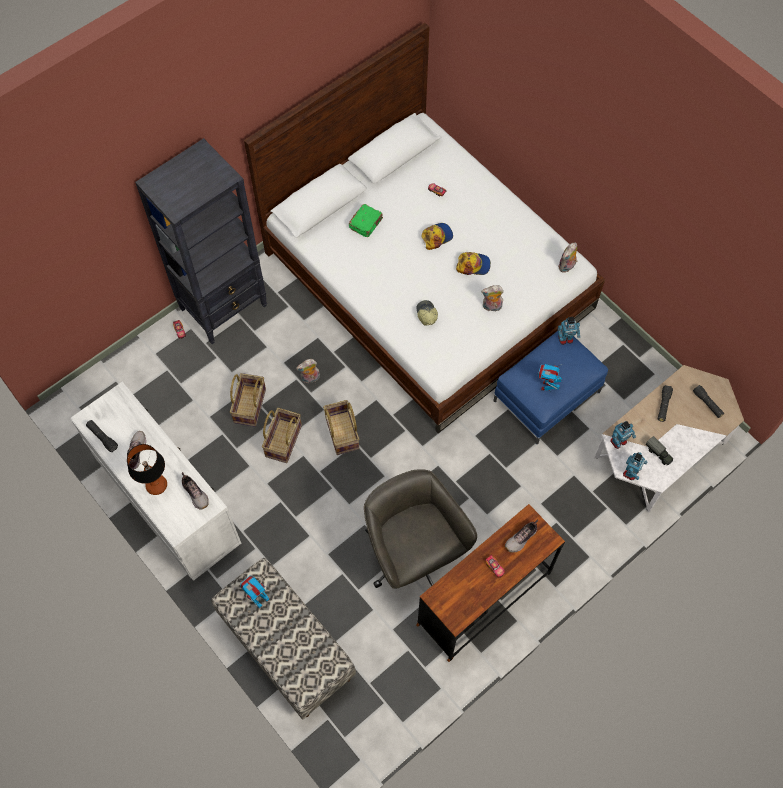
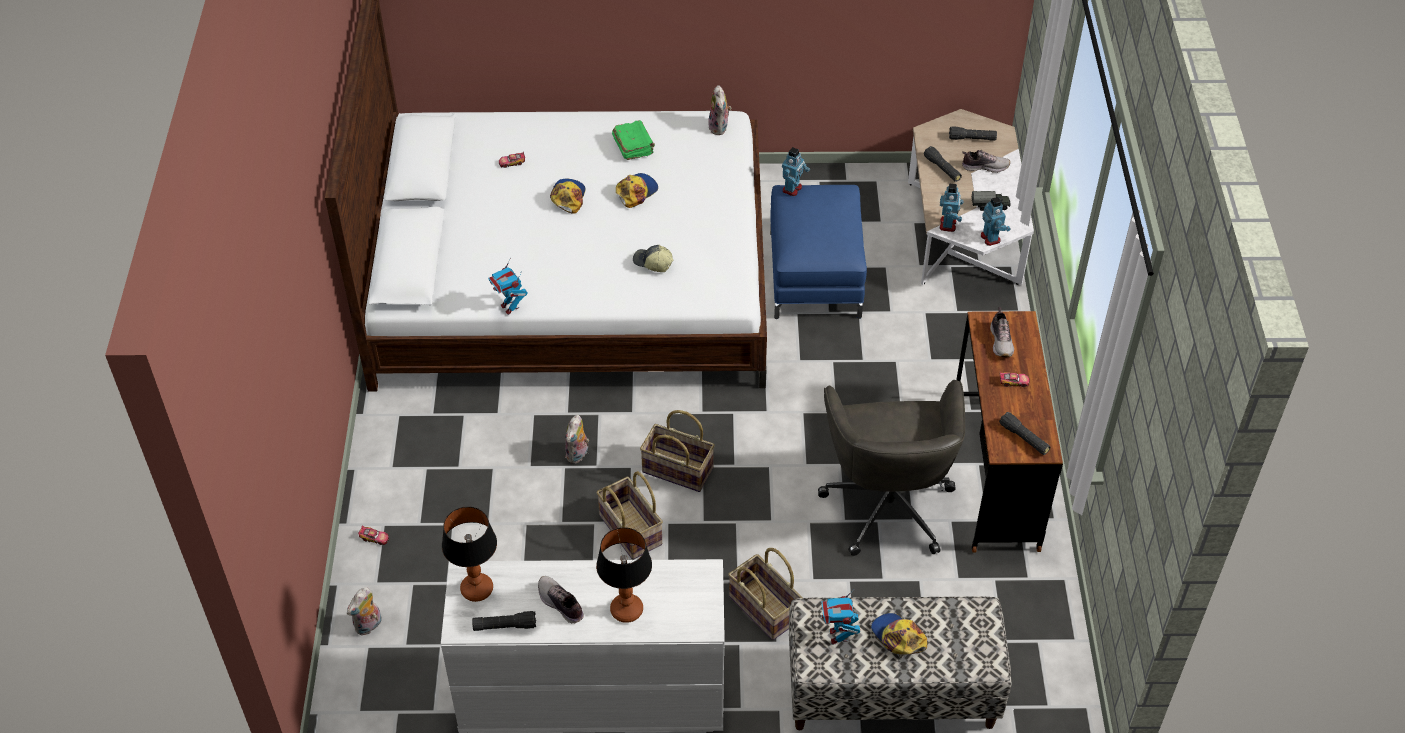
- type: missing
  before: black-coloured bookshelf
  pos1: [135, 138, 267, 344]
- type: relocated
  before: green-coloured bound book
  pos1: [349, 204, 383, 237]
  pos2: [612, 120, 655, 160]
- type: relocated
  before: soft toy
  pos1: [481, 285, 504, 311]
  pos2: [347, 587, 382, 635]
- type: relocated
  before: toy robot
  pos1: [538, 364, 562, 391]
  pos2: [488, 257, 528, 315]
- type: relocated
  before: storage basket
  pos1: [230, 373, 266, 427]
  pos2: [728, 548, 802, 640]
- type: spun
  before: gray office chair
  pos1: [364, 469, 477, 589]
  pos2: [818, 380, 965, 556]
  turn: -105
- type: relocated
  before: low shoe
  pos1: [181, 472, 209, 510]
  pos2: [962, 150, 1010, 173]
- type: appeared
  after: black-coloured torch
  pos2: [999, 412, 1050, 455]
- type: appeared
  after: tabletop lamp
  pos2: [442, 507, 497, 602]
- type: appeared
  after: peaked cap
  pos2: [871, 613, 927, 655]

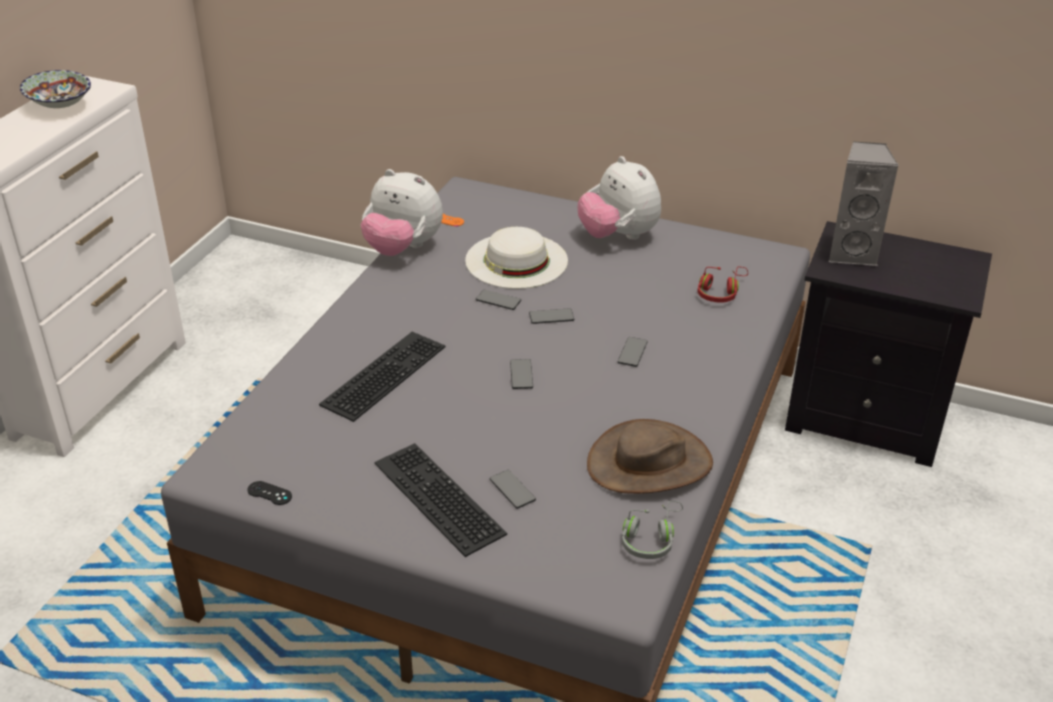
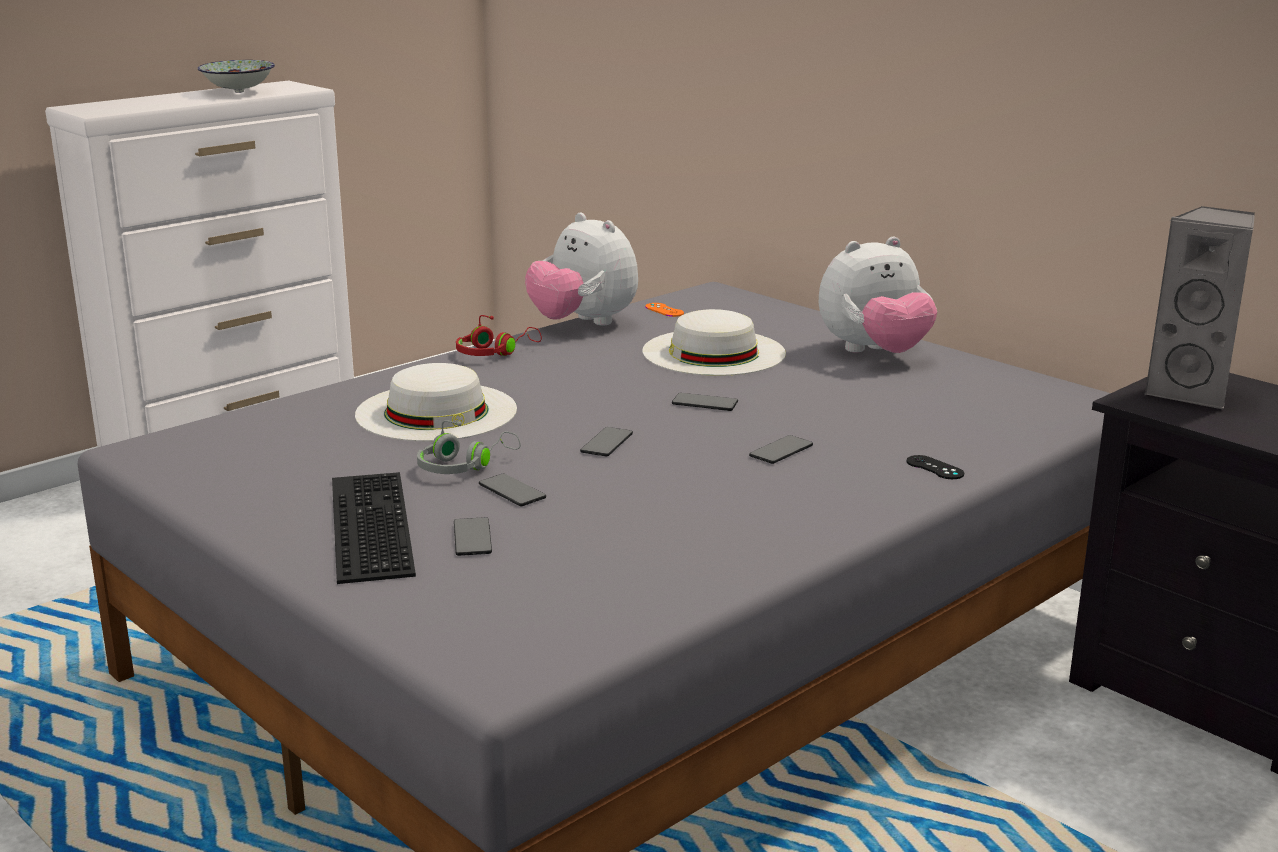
- type: spun
  before: soft toy
  pos1: [577, 156, 661, 240]
  pos2: [819, 236, 937, 353]
  turn: -105
- type: relocated
  before: red pair of headphones
  pos1: [697, 266, 748, 303]
  pos2: [456, 315, 542, 356]
- type: relocated
  before: handset
  pos1: [476, 290, 521, 310]
  pos2: [479, 473, 546, 506]
- type: exchanged
  before: PC keyboard
  after: whitish wearable hat
  pos1: [319, 332, 445, 422]
  pos2: [355, 363, 517, 441]
- type: missing
  before: brown wearable hat
  pos1: [587, 419, 713, 494]
- type: relocated
  before: black-coloured joypad
  pos1: [247, 481, 292, 505]
  pos2: [906, 455, 964, 479]
- type: relocated
  before: gray pair of headphones
  pos1: [622, 501, 683, 559]
  pos2: [417, 420, 521, 474]

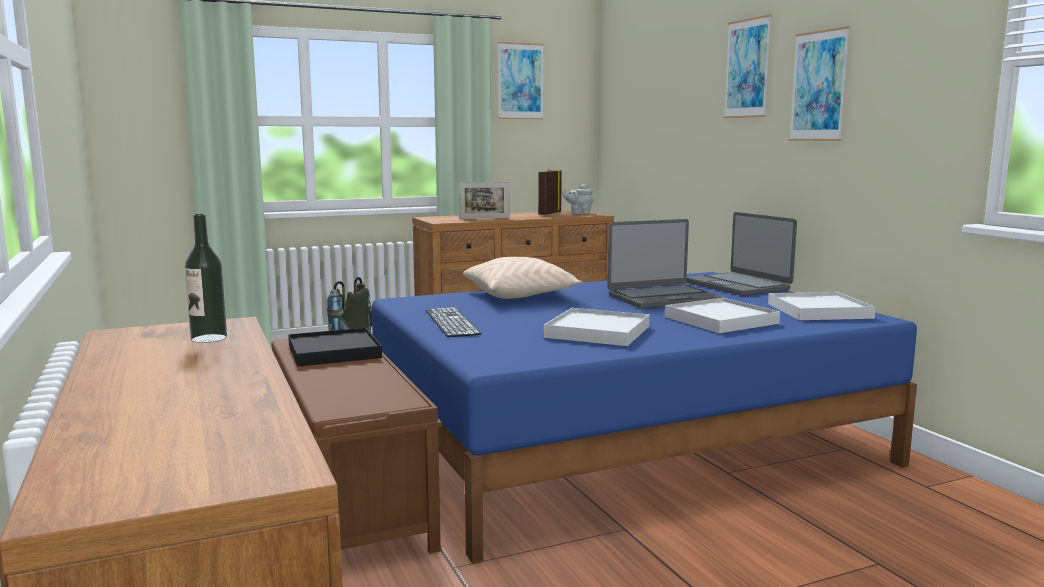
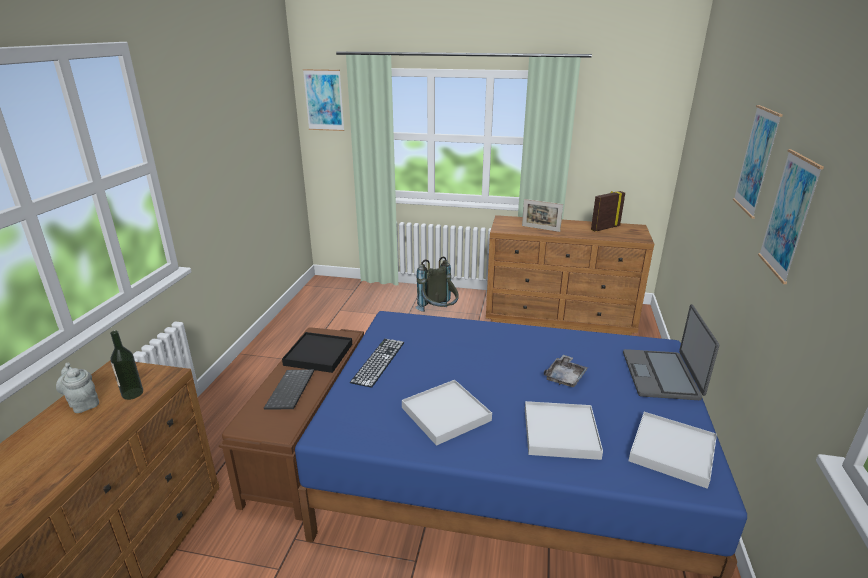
- type: relocated
  before: wall picture
  pos1: [498, 42, 544, 119]
  pos2: [303, 69, 344, 131]
- type: relocated
  before: gray pot for tea
  pos1: [562, 184, 593, 214]
  pos2: [56, 363, 99, 413]
- type: exchanged
  before: laptop
  after: gray tray
  pos1: [607, 219, 723, 309]
  pos2: [544, 354, 588, 387]
- type: missing
  before: beige throw pillow
  pos1: [463, 257, 582, 299]
- type: appeared
  after: PC keyboard
  pos2: [264, 369, 314, 410]

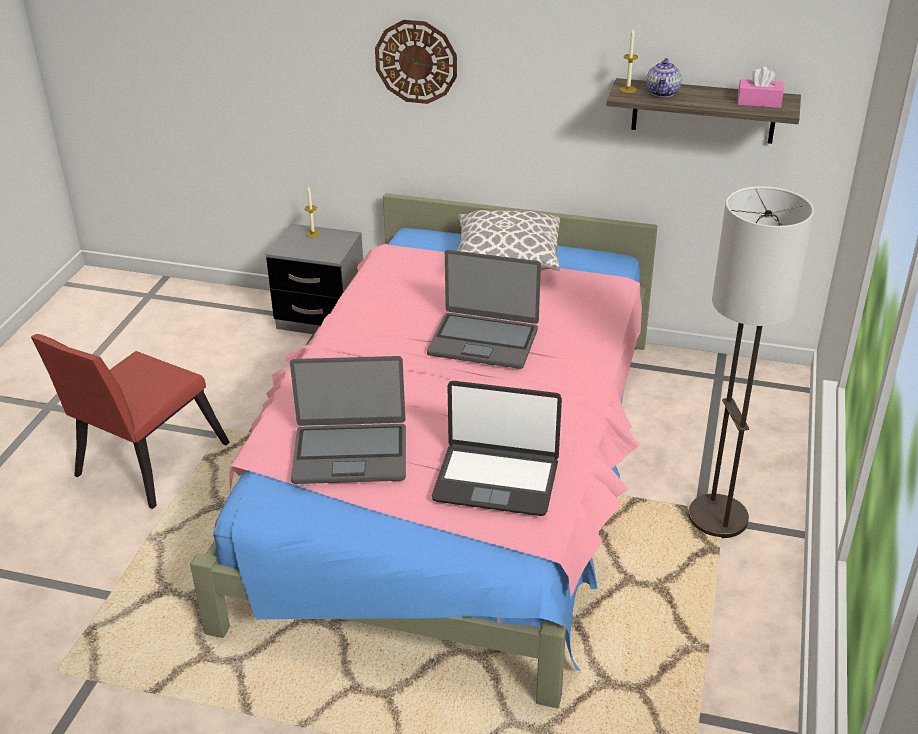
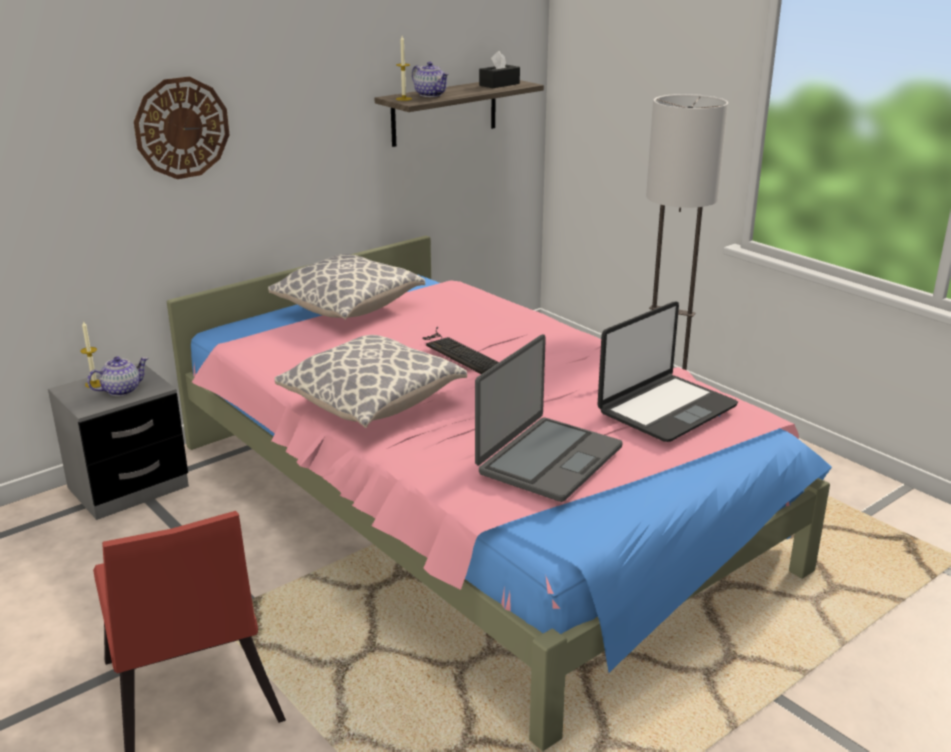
- type: colour
  before: pink-coloured tissue holder
  after: black-coloured tissue holder
  pos1: [738, 67, 784, 108]
  pos2: [479, 51, 520, 88]
- type: exchanged
  before: laptop
  after: PC keyboard
  pos1: [427, 250, 541, 369]
  pos2: [422, 327, 499, 374]
- type: appeared
  after: throw pillow
  pos2: [275, 335, 467, 428]
- type: appeared
  after: pot for tea
  pos2: [87, 356, 149, 396]

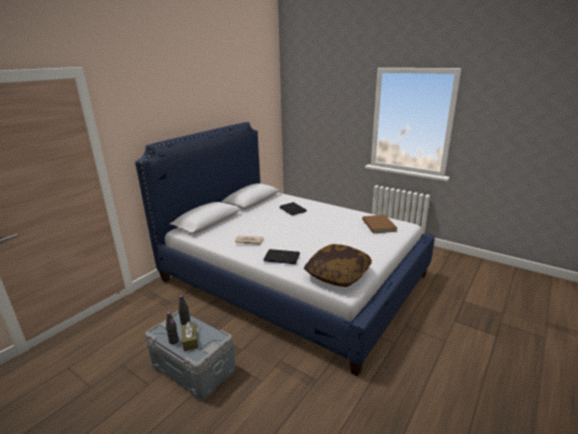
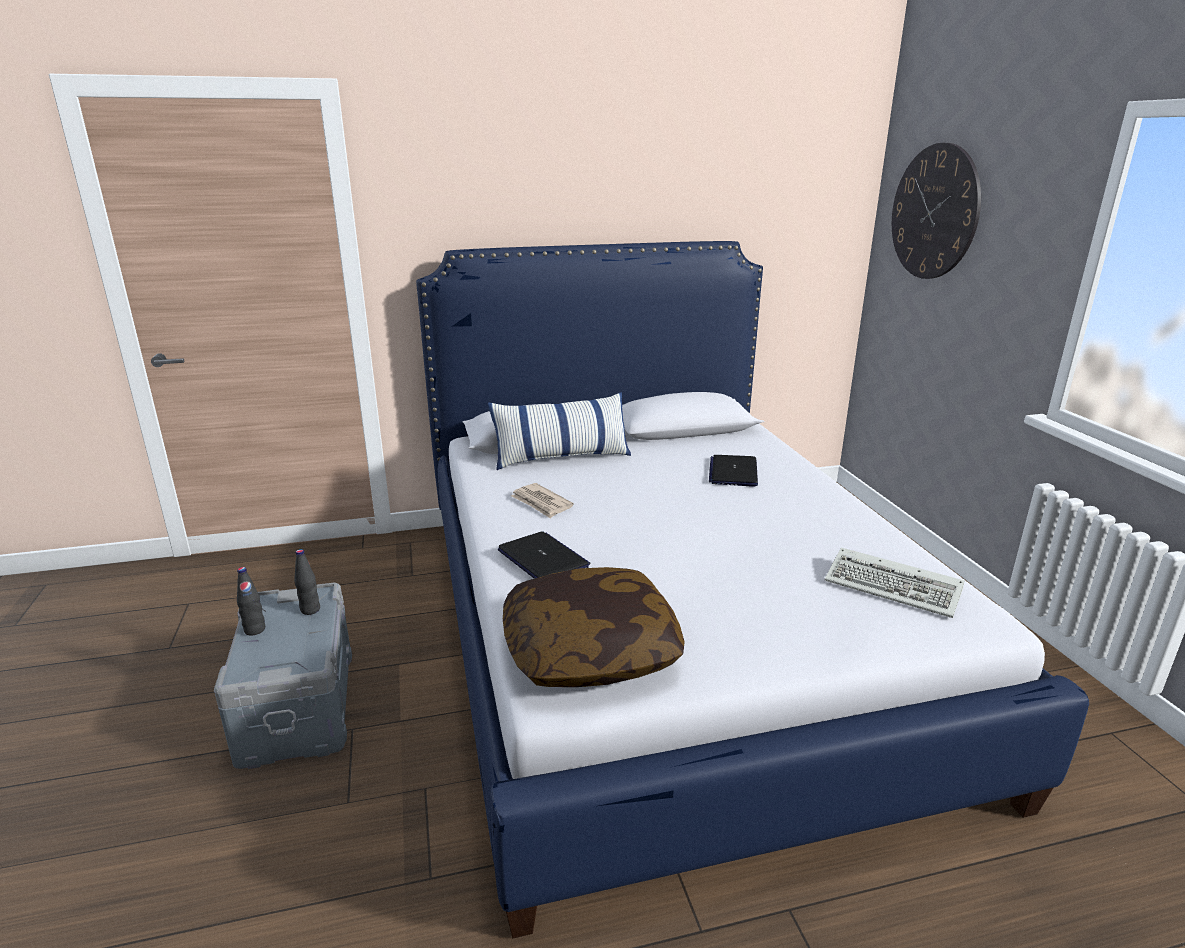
- type: exchanged
  before: brown bound book
  after: PC keyboard
  pos1: [362, 215, 397, 233]
  pos2: [825, 547, 965, 618]
- type: missing
  before: brown tissue holder
  pos1: [181, 322, 198, 351]
- type: appeared
  after: hanging clock
  pos2: [892, 143, 981, 279]
- type: appeared
  after: throw pillow
  pos2: [488, 392, 631, 470]

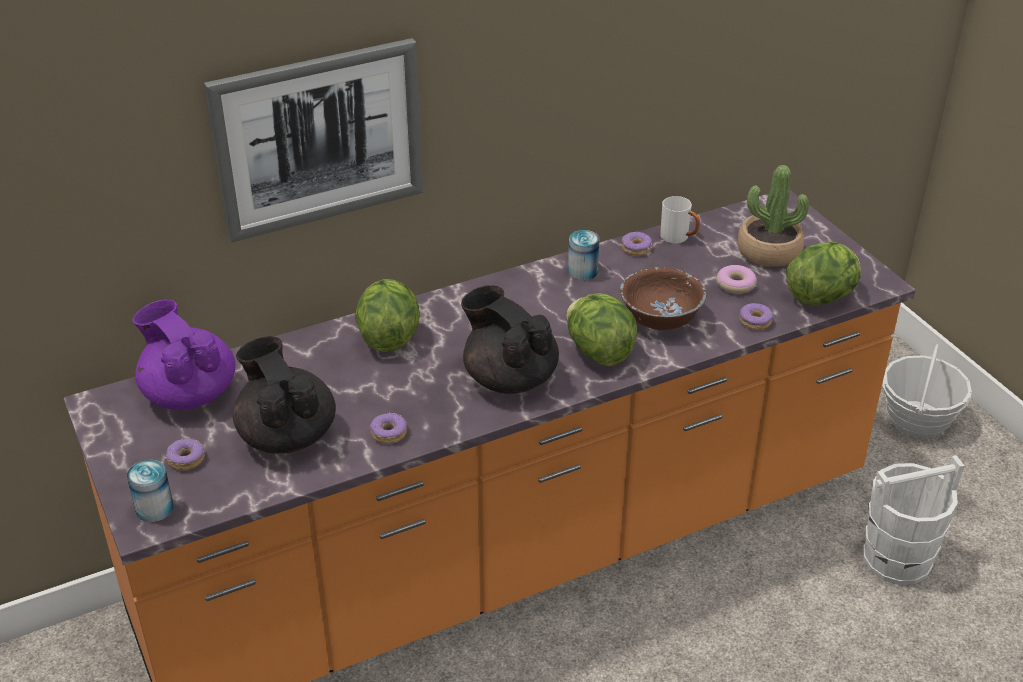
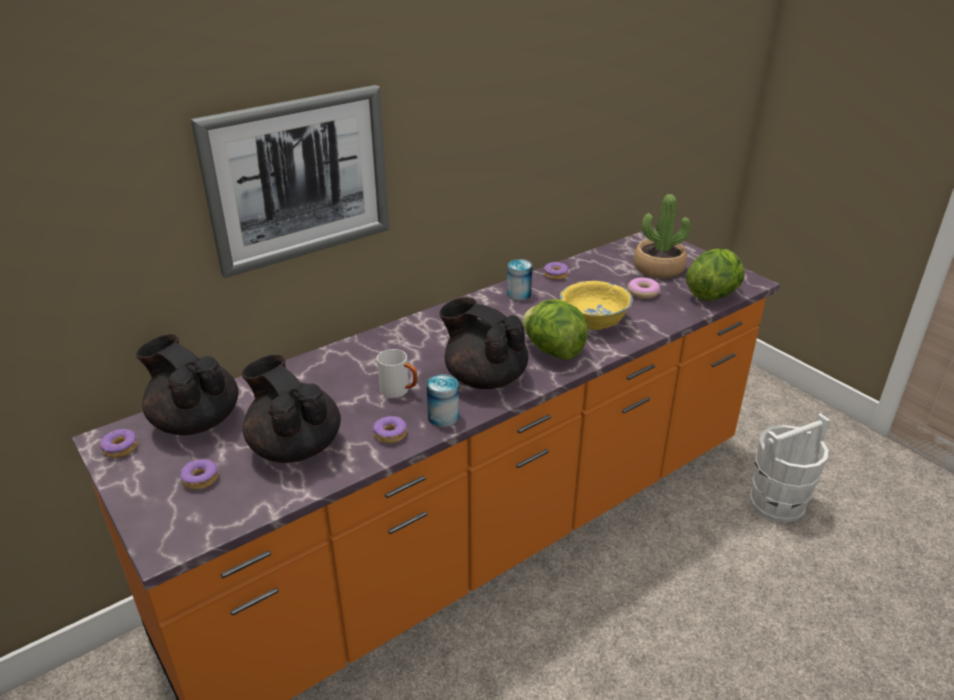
- type: relocated
  before: whitish tea mug
  pos1: [660, 196, 700, 243]
  pos2: [377, 349, 417, 398]
- type: colour
  before: brown bowl
  after: yellow-coloured bowl
  pos1: [620, 267, 707, 330]
  pos2: [560, 281, 633, 330]
- type: missing
  before: head of lettuce
  pos1: [355, 279, 420, 352]
- type: colour
  before: purple pot for tea
  after: black-coloured pot for tea
  pos1: [132, 299, 236, 410]
  pos2: [136, 334, 239, 435]
- type: relocated
  before: doughnut
  pos1: [739, 303, 773, 330]
  pos2: [100, 429, 138, 458]
- type: missing
  before: storage basket
  pos1: [882, 344, 972, 438]
- type: relocated
  before: sealed can
  pos1: [127, 460, 174, 522]
  pos2: [426, 374, 459, 427]

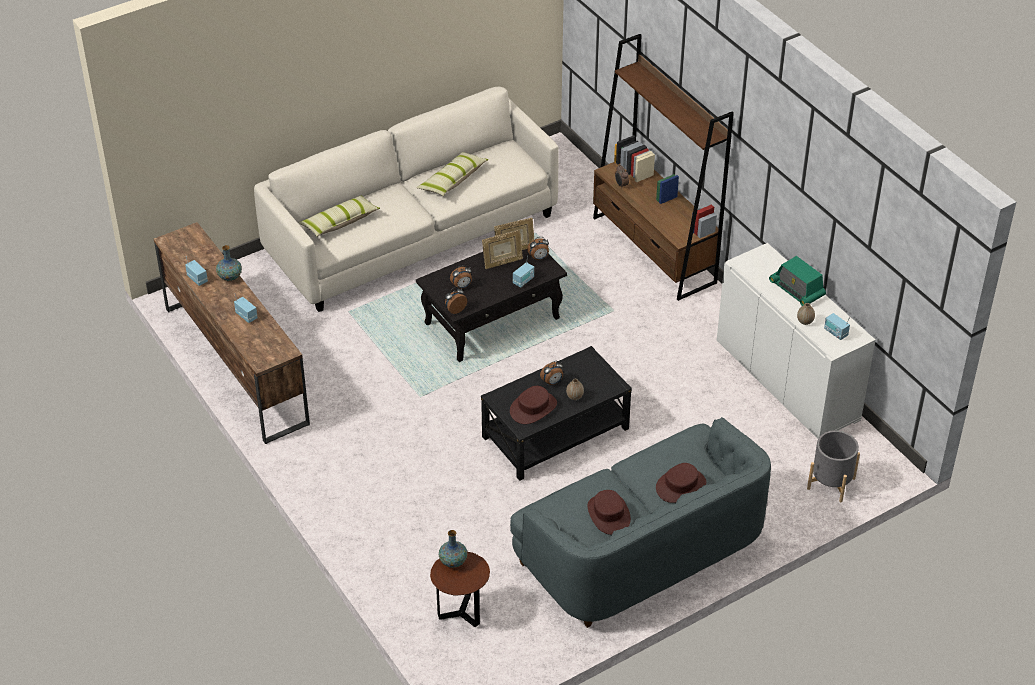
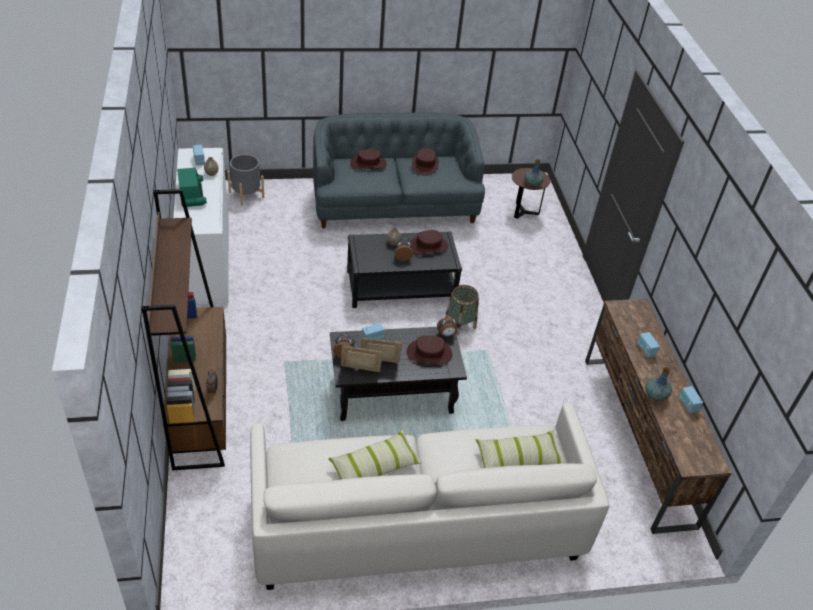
- type: exchanged
  before: alarm clock
  after: brown wearable hat
  pos1: [450, 265, 472, 289]
  pos2: [407, 335, 452, 364]
- type: appeared
  after: storage basket
  pos2: [445, 285, 479, 336]

